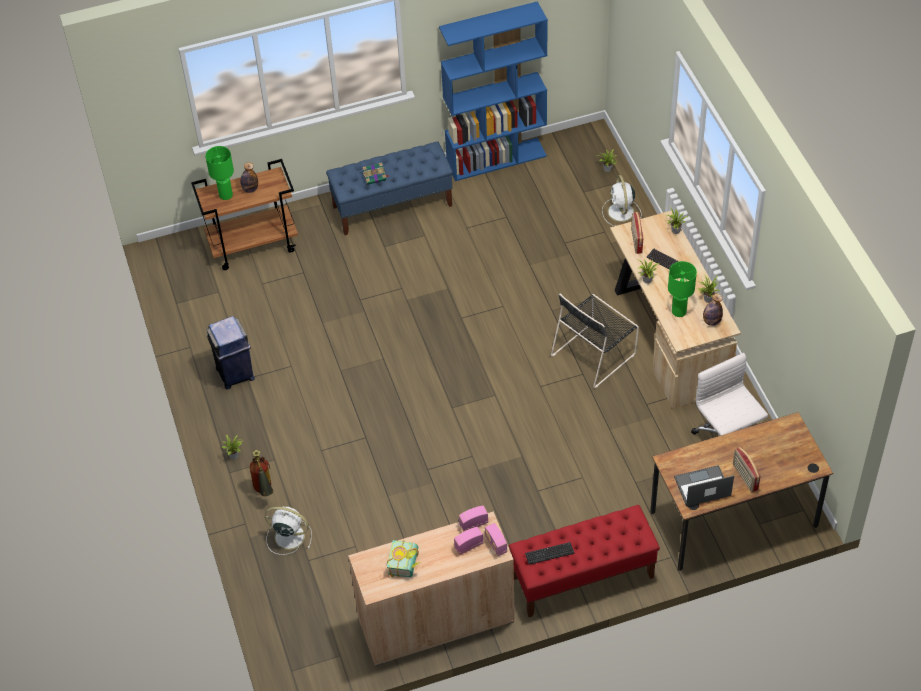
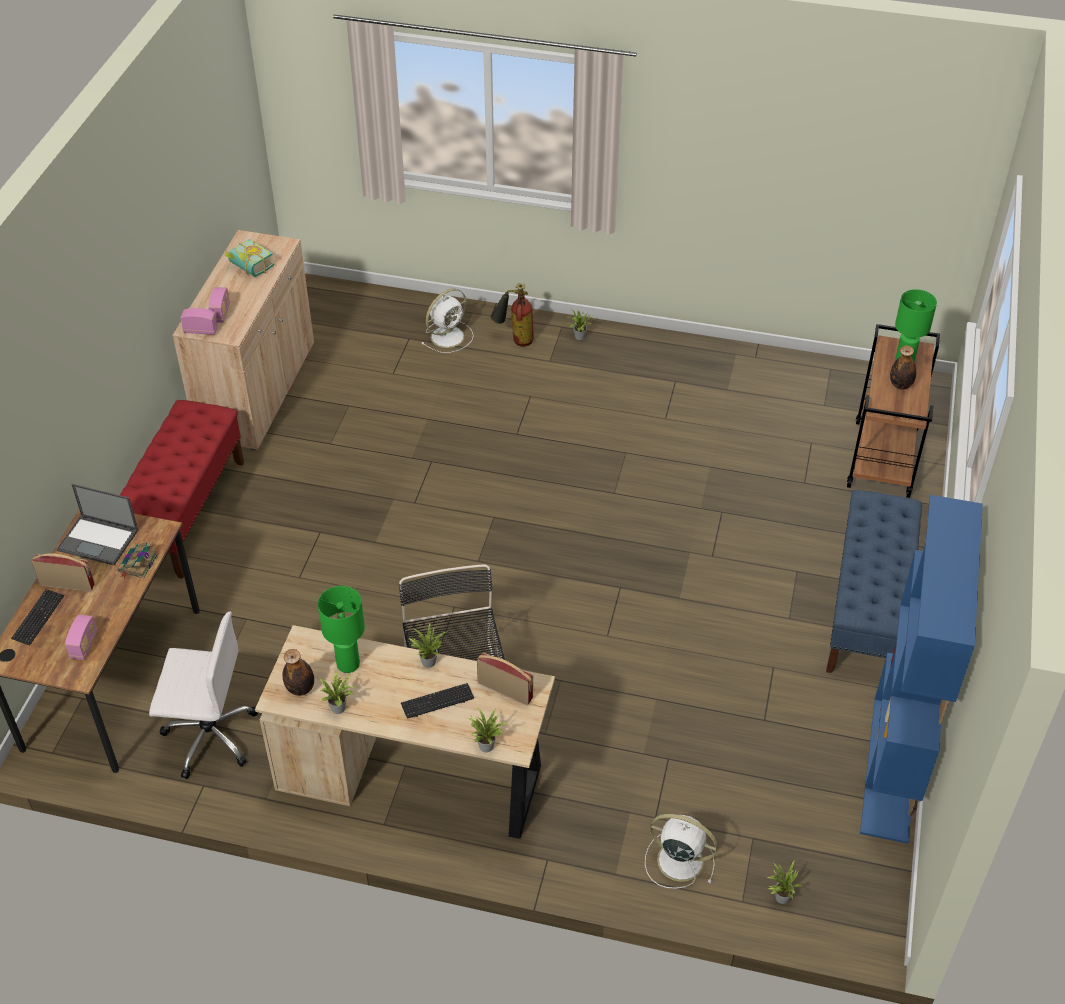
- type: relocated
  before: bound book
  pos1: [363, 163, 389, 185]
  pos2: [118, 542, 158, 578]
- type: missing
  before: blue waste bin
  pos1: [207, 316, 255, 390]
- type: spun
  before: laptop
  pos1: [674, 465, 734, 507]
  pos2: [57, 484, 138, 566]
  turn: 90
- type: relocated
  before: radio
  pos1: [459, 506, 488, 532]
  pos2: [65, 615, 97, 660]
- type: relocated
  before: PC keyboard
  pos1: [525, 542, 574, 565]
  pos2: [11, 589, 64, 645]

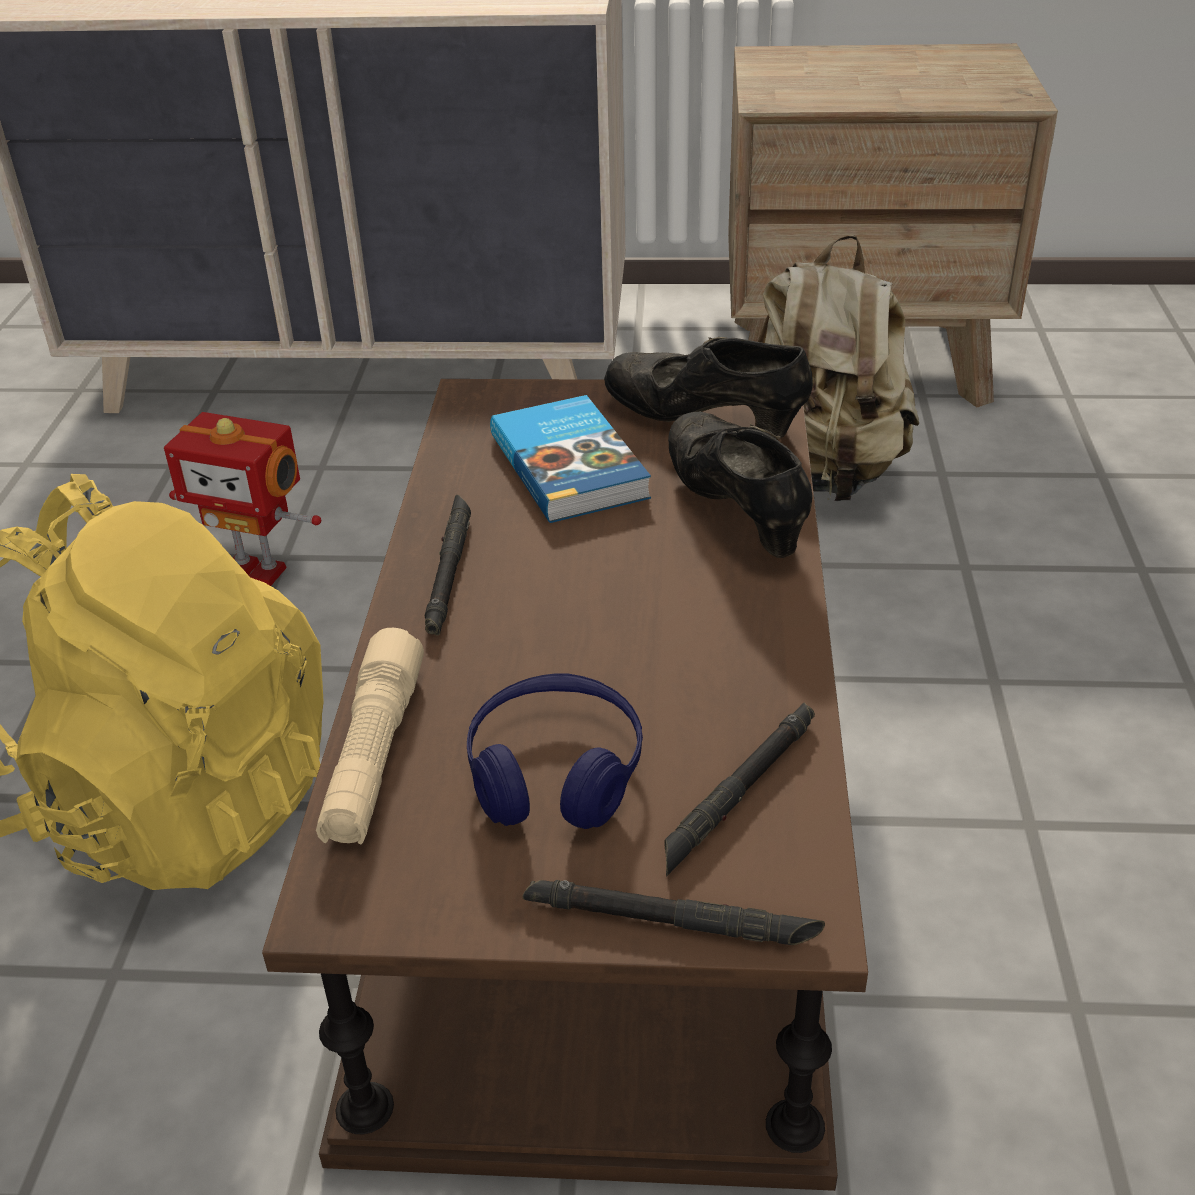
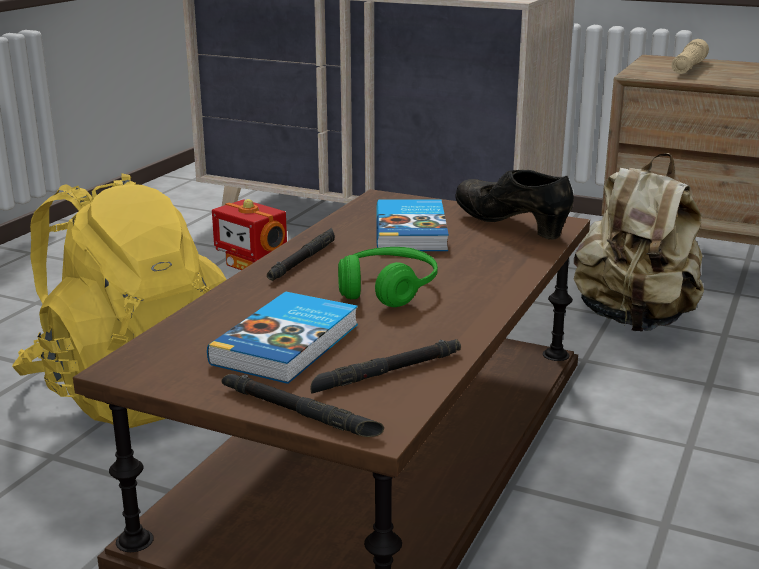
- type: missing
  before: black-coloured low shoe
  pos1: [668, 412, 813, 558]
- type: relocated
  before: beige torch
  pos1: [316, 628, 424, 845]
  pos2: [671, 39, 709, 74]
- type: exchanged
  before: blue pair of headphones
  after: bound book
  pos1: [467, 673, 643, 829]
  pos2: [207, 291, 358, 384]
- type: appeared
  after: green-coloured pair of headphones
  pos2: [338, 247, 438, 307]

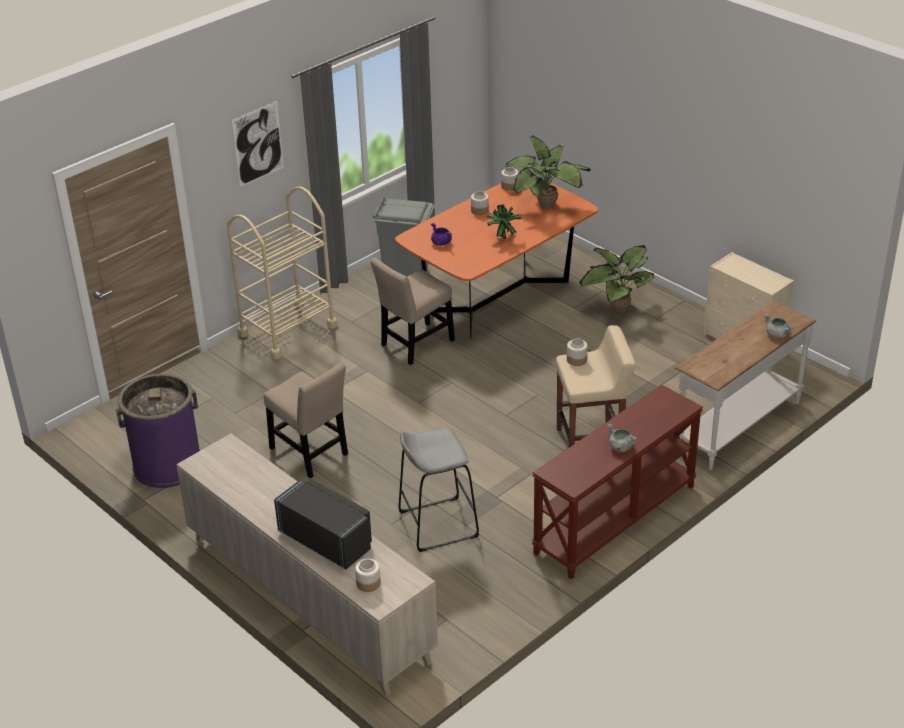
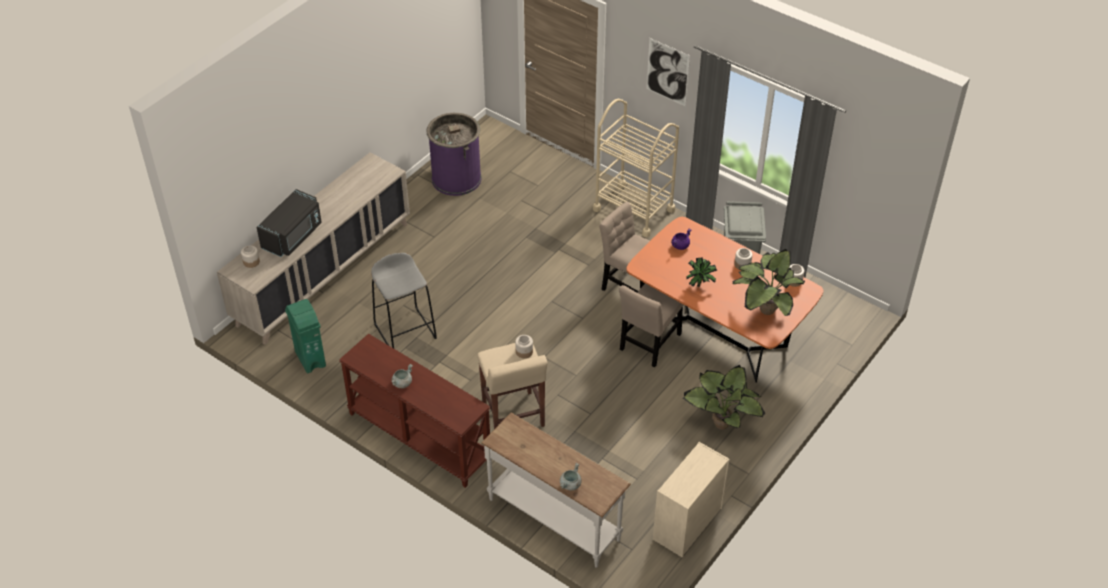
- type: relocated
  before: beige plain chair
  pos1: [264, 363, 348, 478]
  pos2: [619, 283, 684, 368]
- type: appeared
  after: green-coloured waste bin
  pos2: [285, 299, 326, 373]

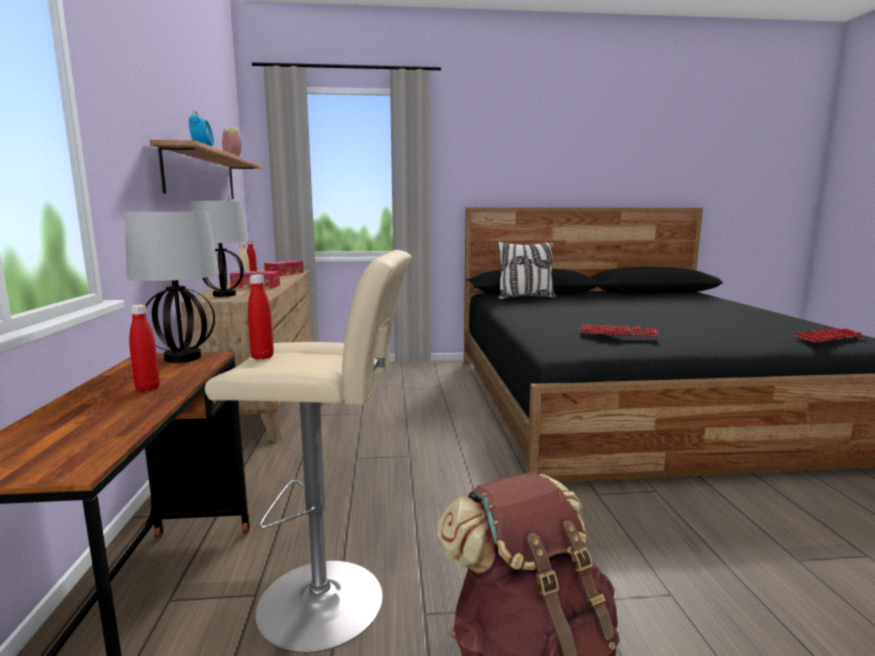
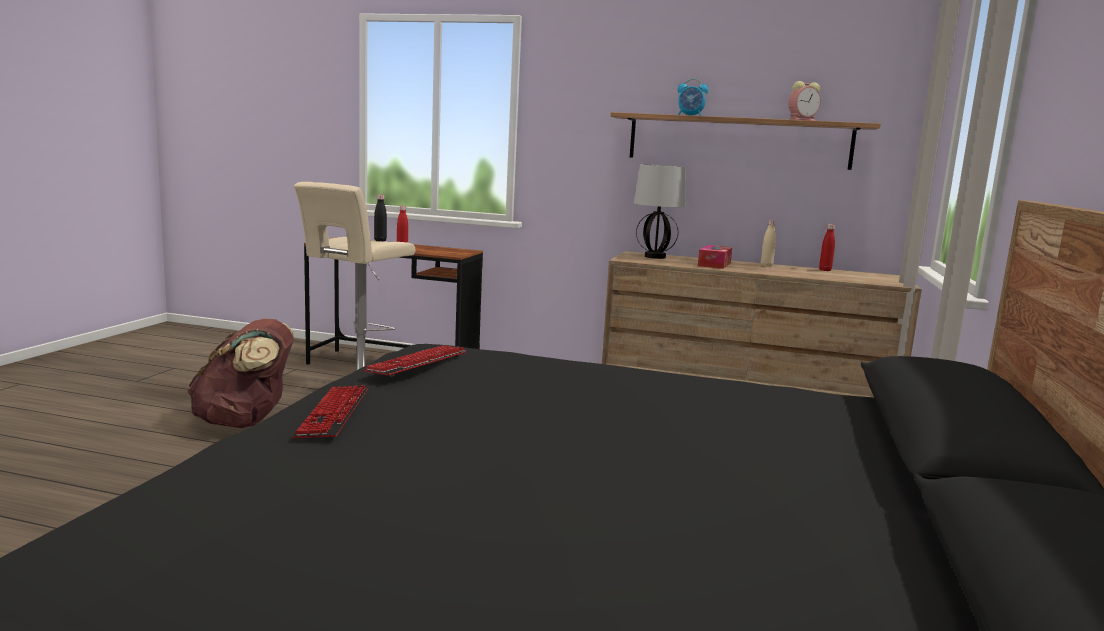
- type: missing
  before: tabletop lamp
  pos1: [125, 212, 219, 363]
- type: missing
  before: throw pillow
  pos1: [497, 241, 556, 299]
- type: missing
  before: tissue holder
  pos1: [264, 260, 304, 276]
- type: colour
  before: red bottle
  after: black-coloured bottle
  pos1: [248, 275, 274, 360]
  pos2: [374, 195, 387, 241]
- type: relocated
  before: PC keyboard
  pos1: [794, 328, 863, 343]
  pos2: [292, 385, 367, 438]

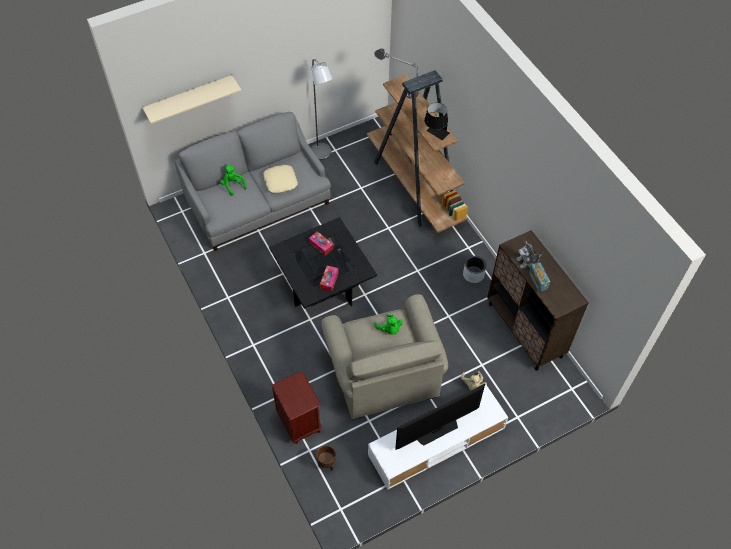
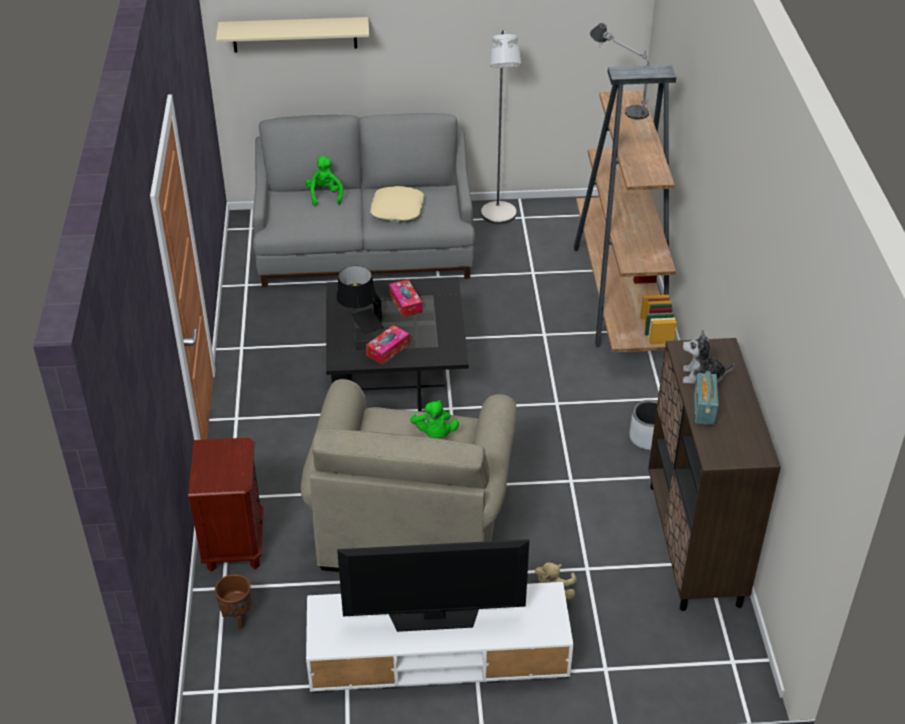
- type: relocated
  before: black-coloured tabletop lamp
  pos1: [424, 103, 450, 140]
  pos2: [336, 266, 384, 334]

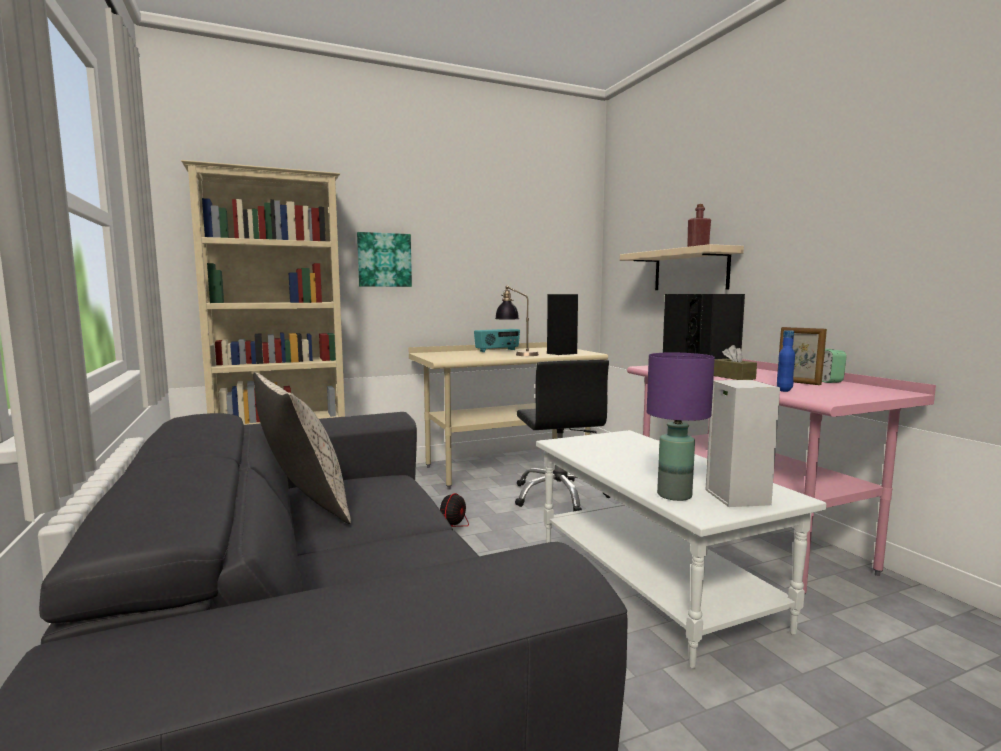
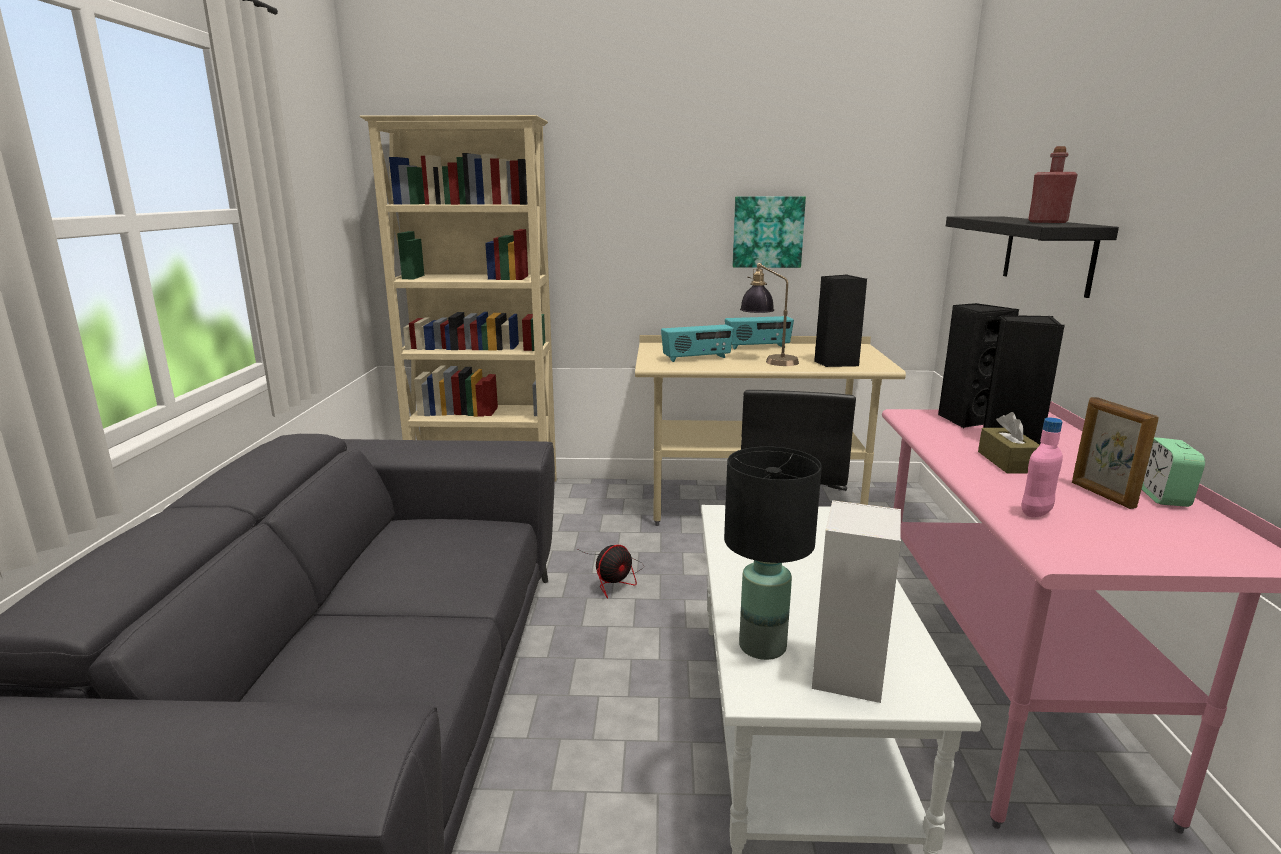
- type: relocated
  before: wall picture
  pos1: [357, 232, 412, 287]
  pos2: [732, 196, 806, 268]
- type: colour
  before: beige shelf
  after: black-coloured shelf
  pos1: [620, 244, 744, 290]
  pos2: [946, 216, 1119, 298]
- type: colour
  before: blue bottle
  after: pink-coloured bottle
  pos1: [777, 330, 795, 392]
  pos2: [1021, 418, 1063, 517]
- type: colour
  before: purple tabletop lamp
  after: black-coloured tabletop lamp
  pos1: [647, 353, 715, 501]
  pos2: [724, 446, 822, 660]
- type: missing
  before: beige throw pillow
  pos1: [253, 372, 351, 524]
- type: appeared
  after: radio
  pos2: [661, 325, 734, 362]

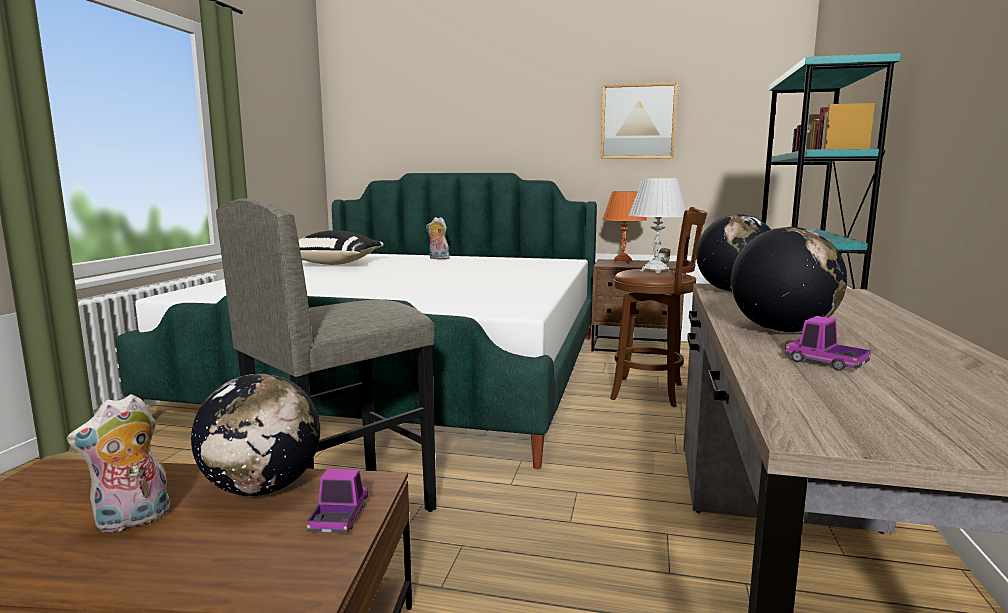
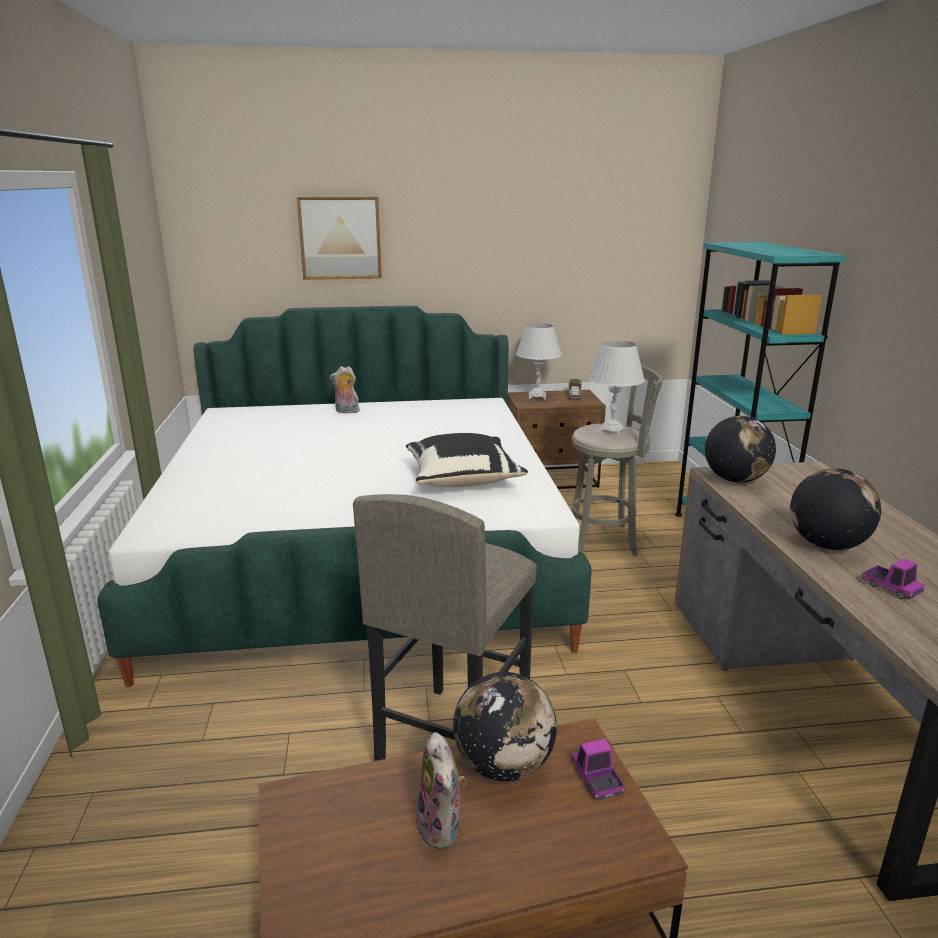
- type: relocated
  before: wall picture
  pos1: [601, 82, 678, 159]
  pos2: [297, 196, 382, 280]
- type: colour
  before: orange-coloured tabletop lamp
  after: whitish tabletop lamp
  pos1: [602, 191, 647, 264]
  pos2: [516, 323, 562, 400]
- type: colour
  before: brown stool
  after: gray stool
  pos1: [610, 207, 707, 407]
  pos2: [572, 365, 663, 556]
- type: relocated
  before: black-coloured throw pillow
  pos1: [298, 230, 384, 265]
  pos2: [406, 433, 528, 487]
- type: spun
  before: toy truck
  pos1: [785, 316, 871, 370]
  pos2: [862, 559, 925, 599]
  turn: -150
- type: spun
  before: soft toy
  pos1: [67, 394, 170, 532]
  pos2: [417, 732, 466, 849]
  turn: -45

